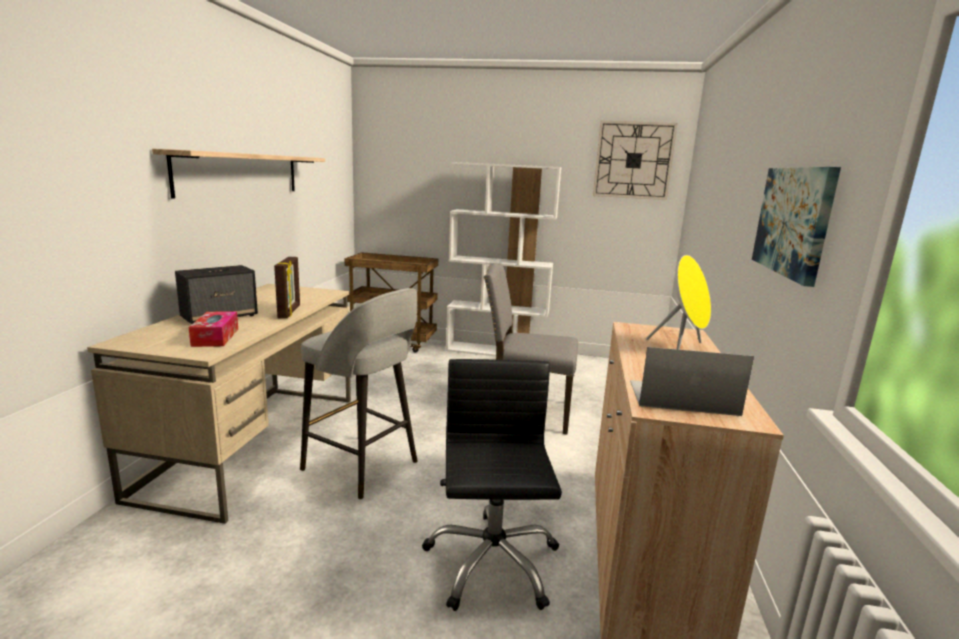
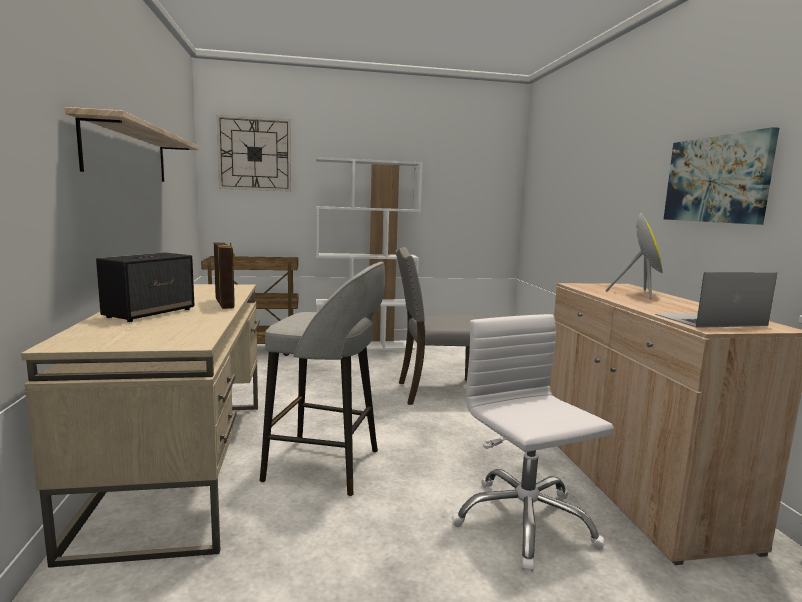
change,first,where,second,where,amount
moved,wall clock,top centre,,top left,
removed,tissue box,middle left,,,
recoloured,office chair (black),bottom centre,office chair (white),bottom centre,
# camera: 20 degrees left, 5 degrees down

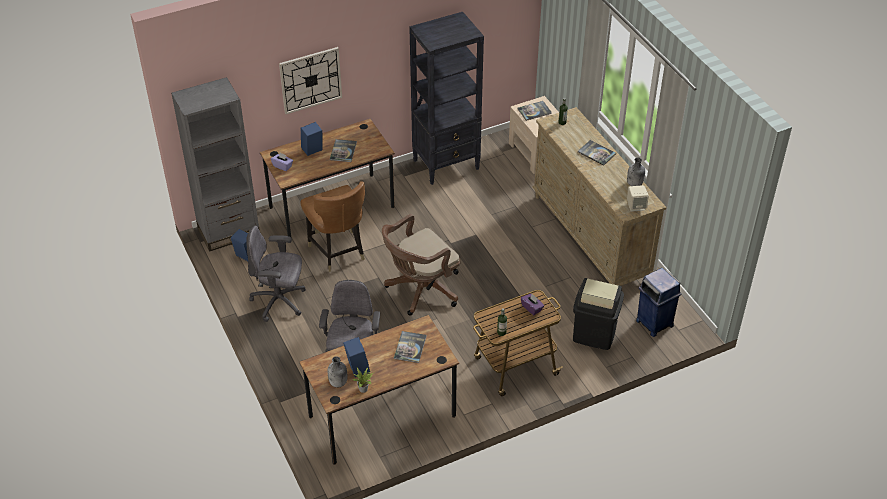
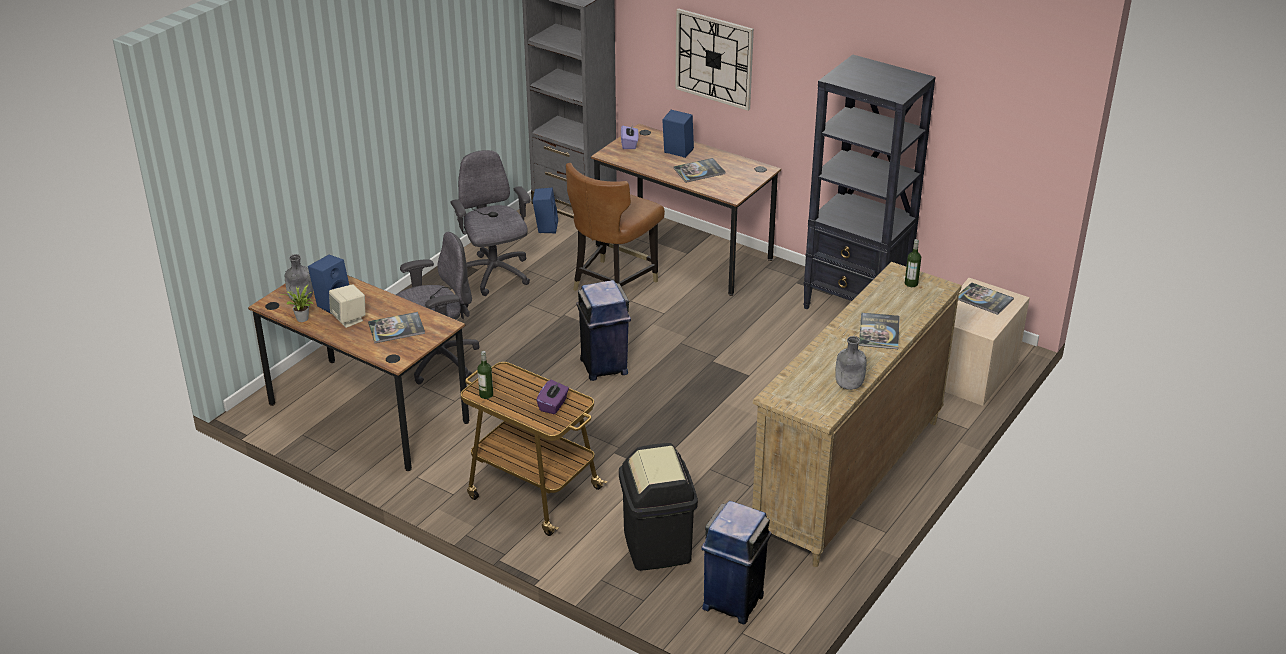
change,first,where,second,where,amount
moved,speaker (beige),middle right,,middle left,
replaced,office chair (brown),centre,trash can (blue) (1st from left),centre,
# camera: 60 degrees right, 10 degrees down

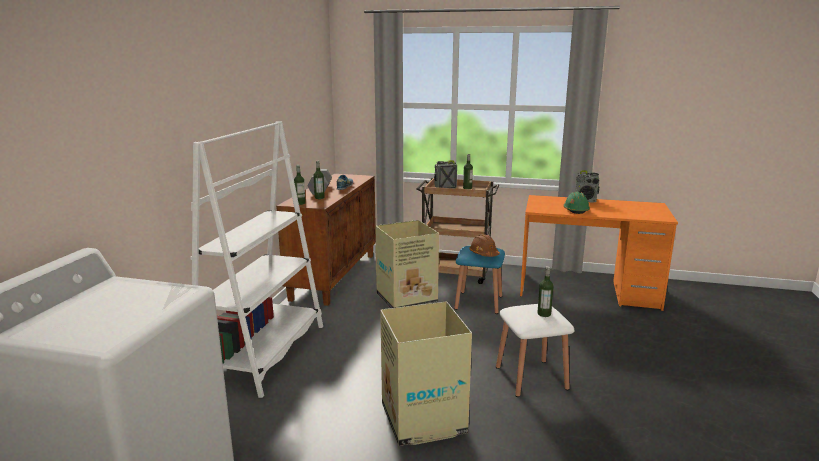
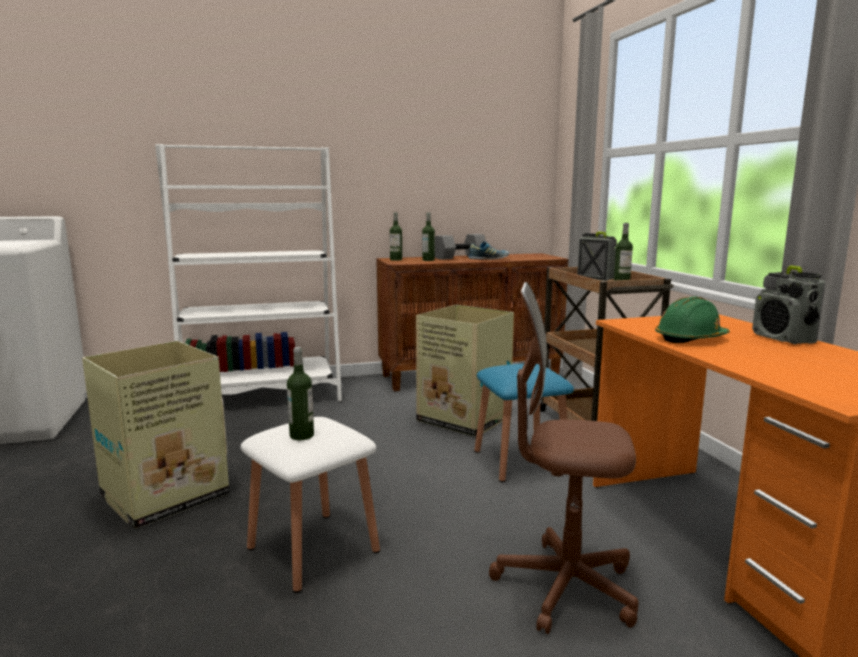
change,first,where,second,where,amount
removed,hard hat (brown),centre,,,
added,,,office chair (brown),bottom centre,
# camera: 60 degrees right, 5 degrees down

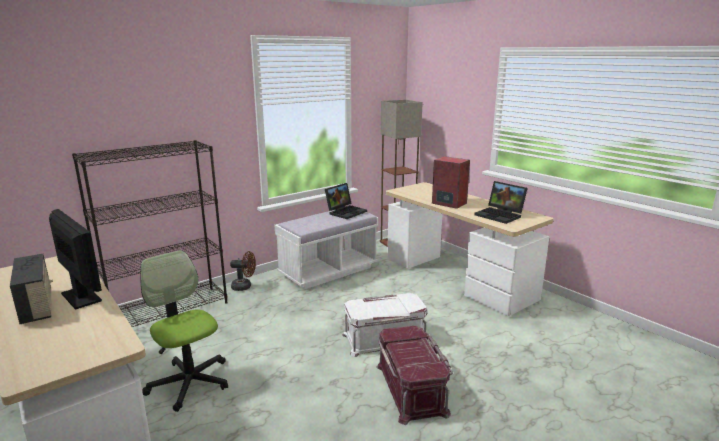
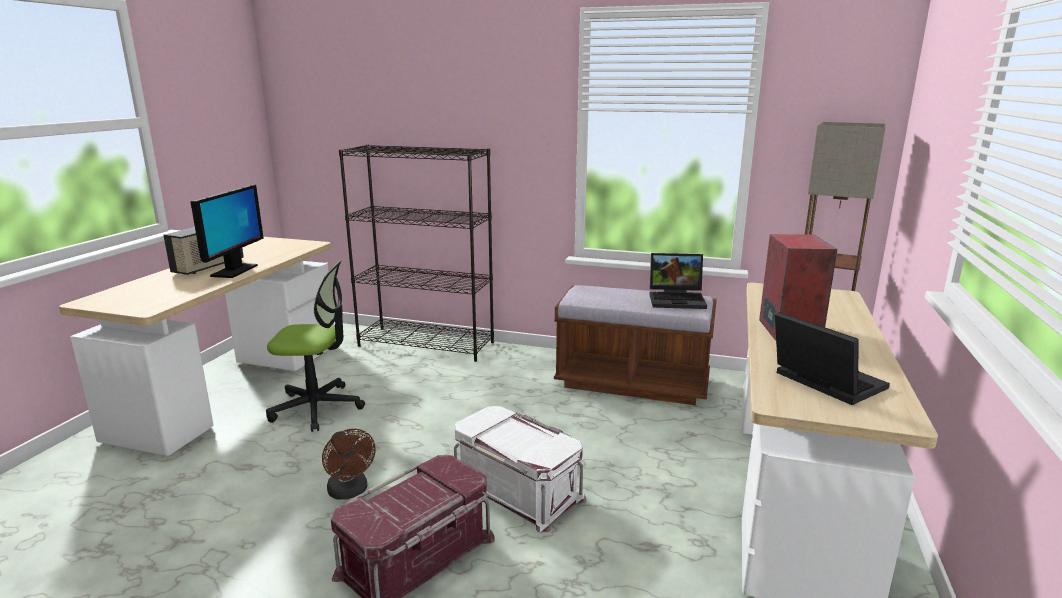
change,first,where,second,where,amount
turned,laptop (2nd from left),middle right,,middle right,135 degrees clockwise
recoloured,bench (white),centre,bench (brown),centre,
turned,office chair,bottom left,,middle left,75 degrees clockwise
moved,fan (brown),centre,,bottom left,
# camera: 55 degrees right, 0 degrees up

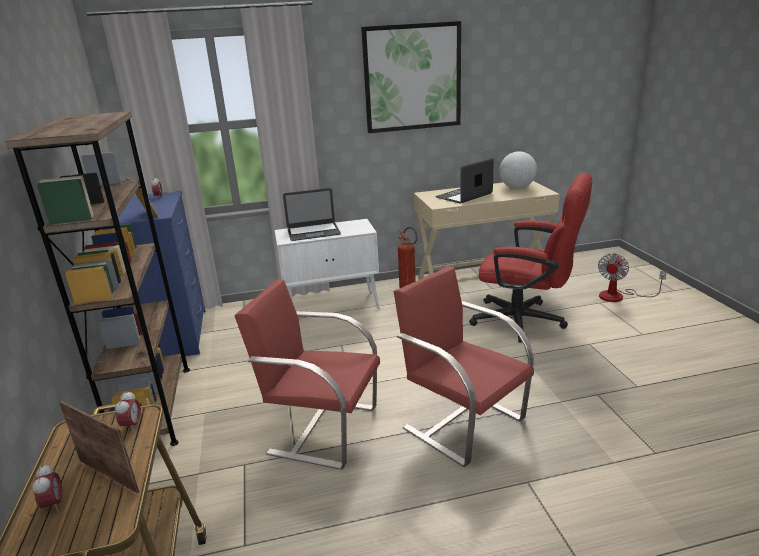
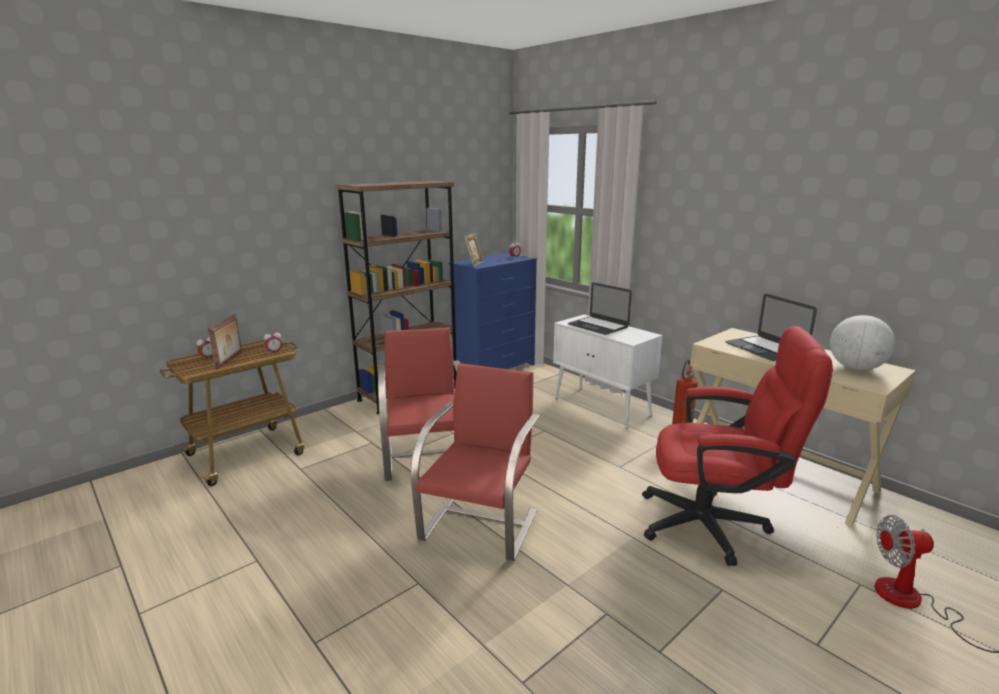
change,first,where,second,where,amount
removed,picture,top centre,,,
turned,laptop (2nd from left),top centre,,middle right,135 degrees counterclockwise
turned,office chair (red),middle right,,middle right,75 degrees counterclockwise
# camera: 60 degrees right, 5 degrees down

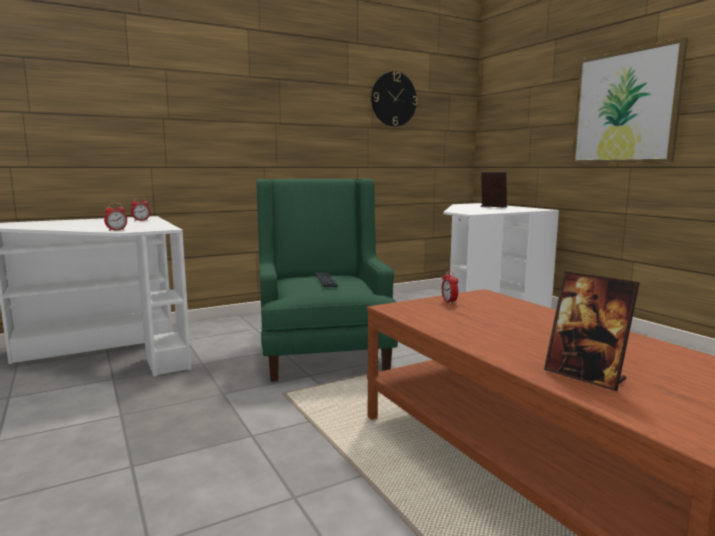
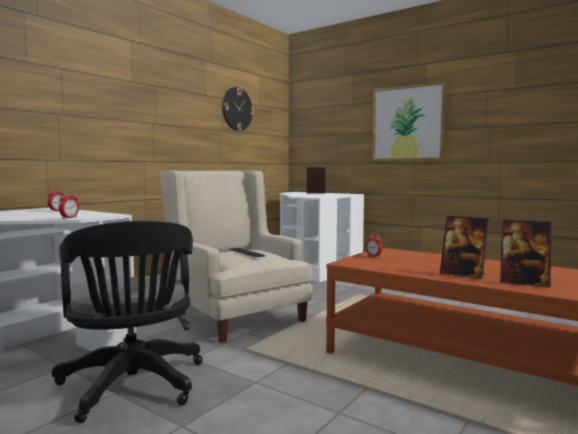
change,first,where,second,where,amount
recoloured,armchair (green),centre,armchair (beige),centre,
added,,,picture frame (2nd from left),middle right,
added,,,office chair (black),bottom left,
# camera: 25 degrees left, 5 degrees down

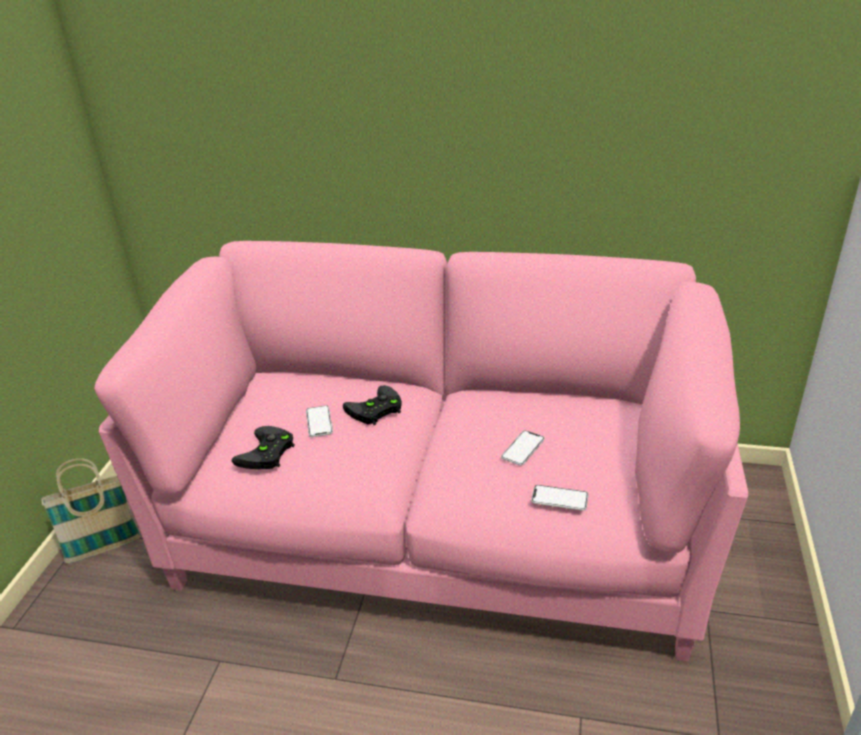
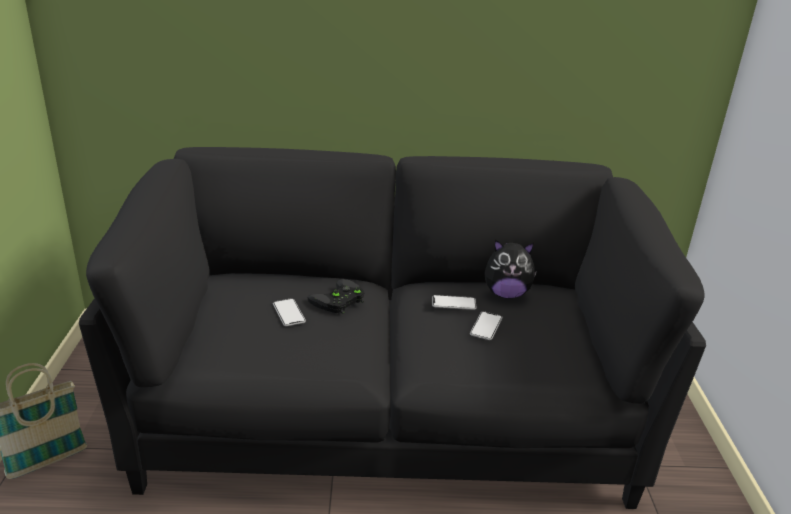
change,first,where,second,where,amount
recoloured,sofa (pink),centre,sofa (black),centre,
removed,game controller (black) (1st from left),middle left,,,
moved,phone (3rd from left in the first image),bottom centre,phone (2nd from left),centre,
added,,,plush toy,centre,
# camera: 15 degrees left, 5 degrees down

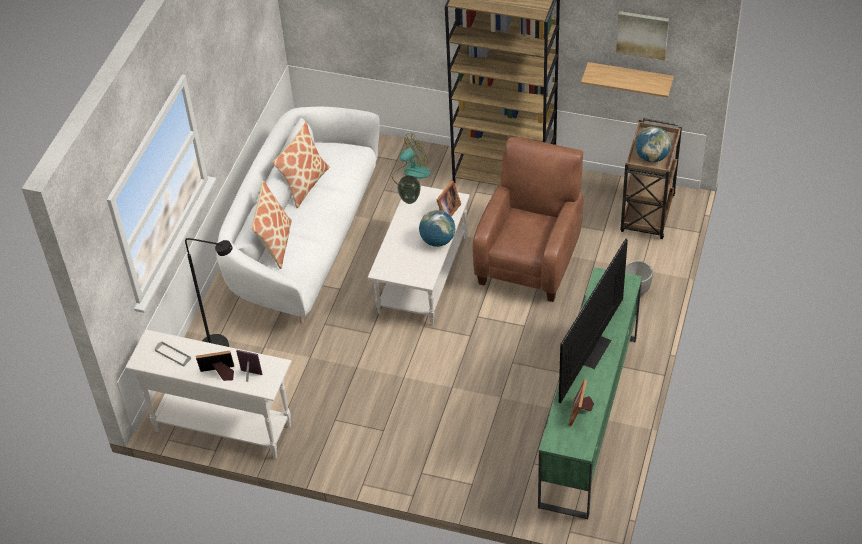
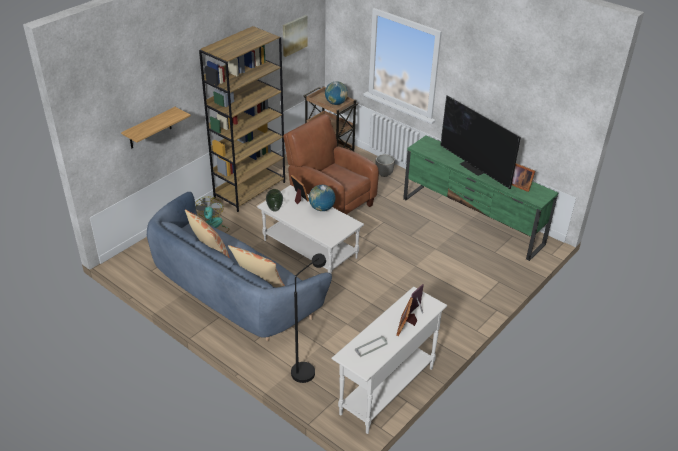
change,first,where,second,where,amount
moved,shelf,top right,,top left,
recoloured,sofa (white),centre,sofa (blue),centre,
# camera: 70 degrees left, 10 degrees down

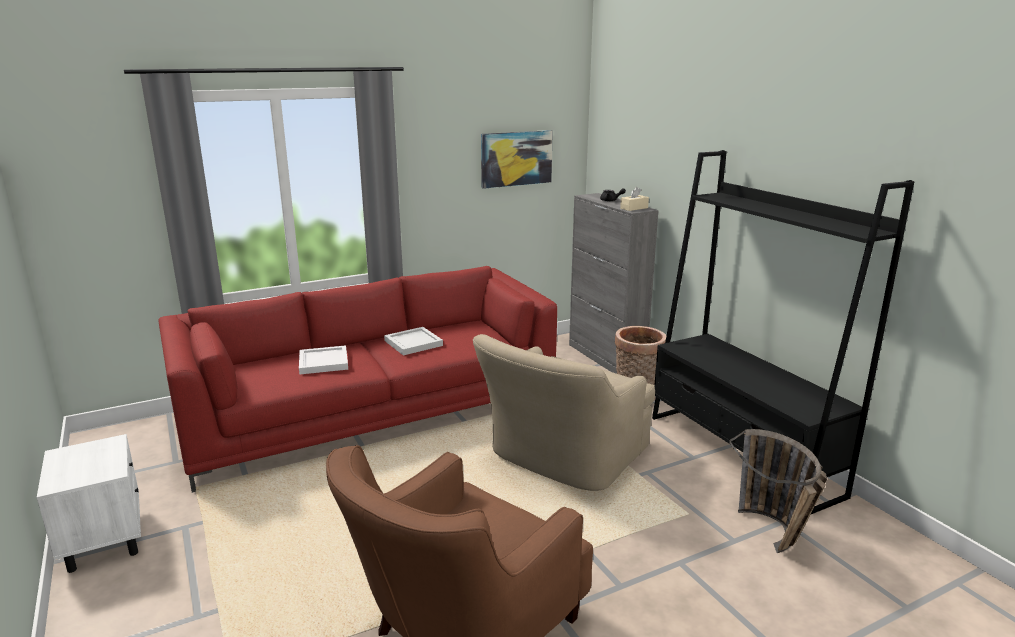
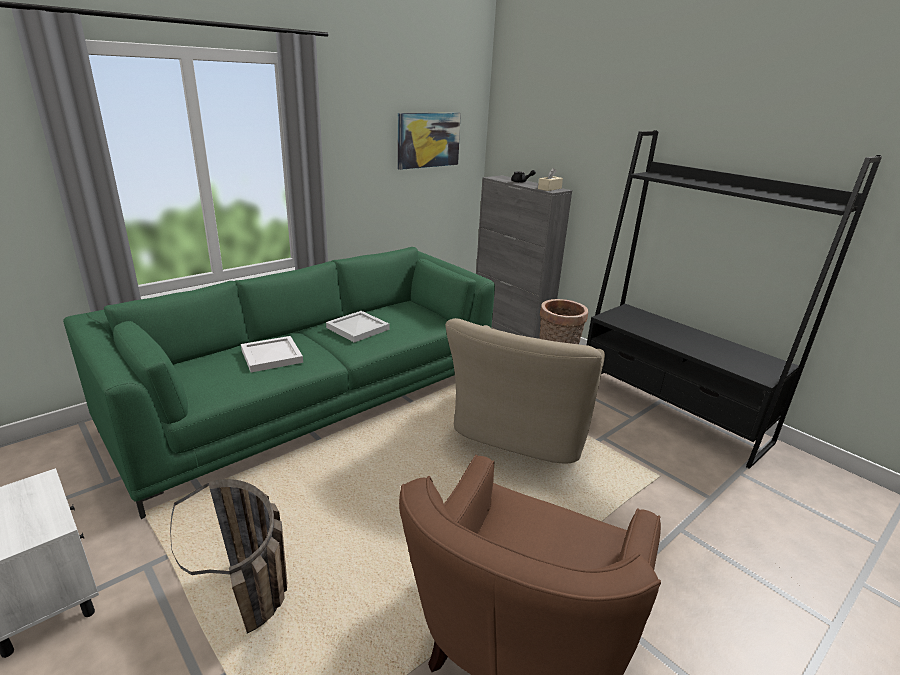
change,first,where,second,where,amount
recoloured,sofa (red),centre,sofa (green),middle left,
moved,basket (2nd from left in the first image),bottom right,basket (1st from left),bottom left,
# camera: 15 degrees left, 5 degrees up

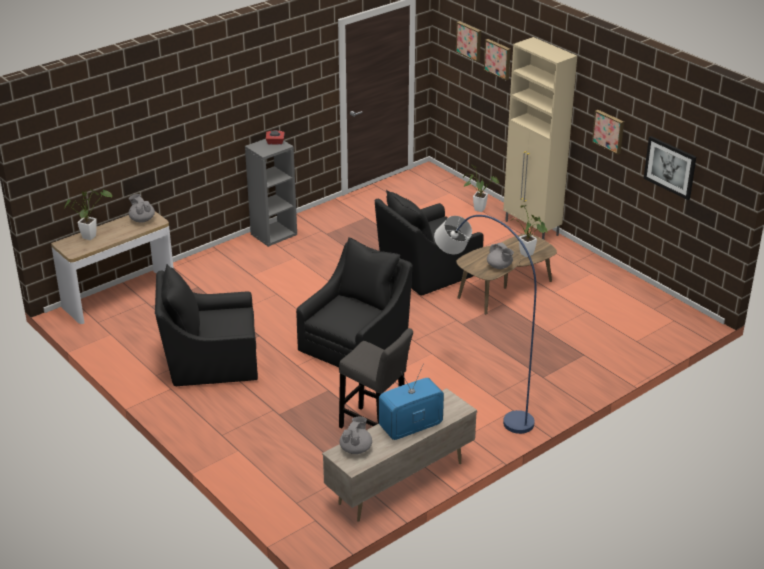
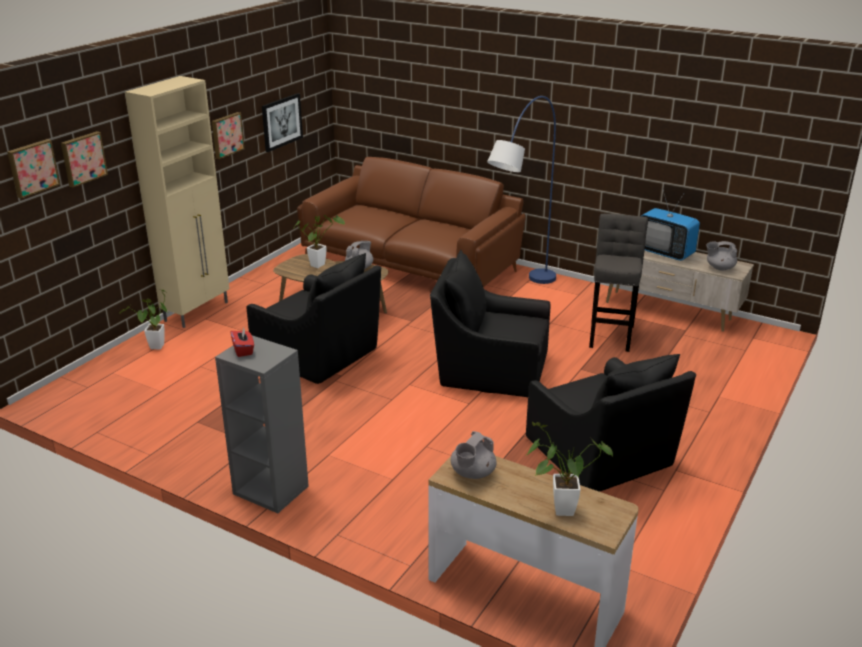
change,first,where,second,where,amount
added,,,sofa (brown),centre,
# camera: 110 degrees left, 5 degrees down

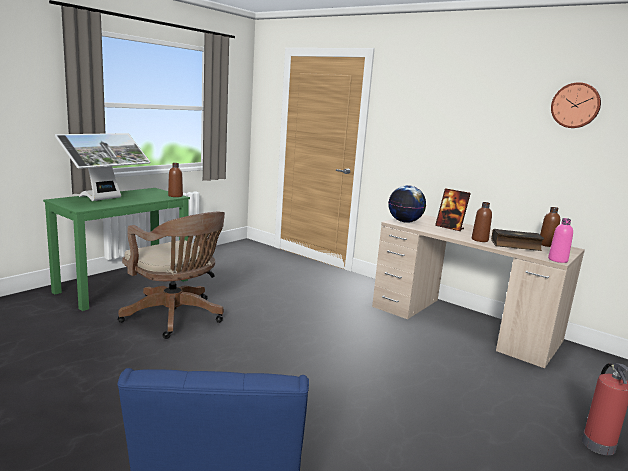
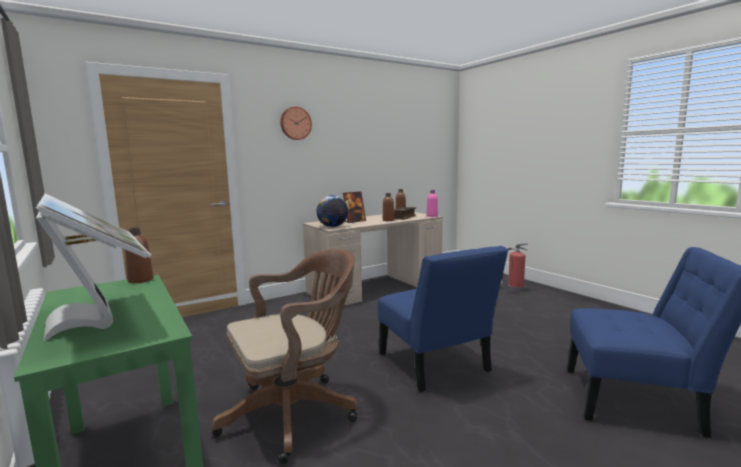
change,first,where,second,where,amount
moved,wall clock,top right,,top centre,
added,,,chair (blue) (1st from left),bottom centre,
# camera: 70 degrees left, 5 degrees down

